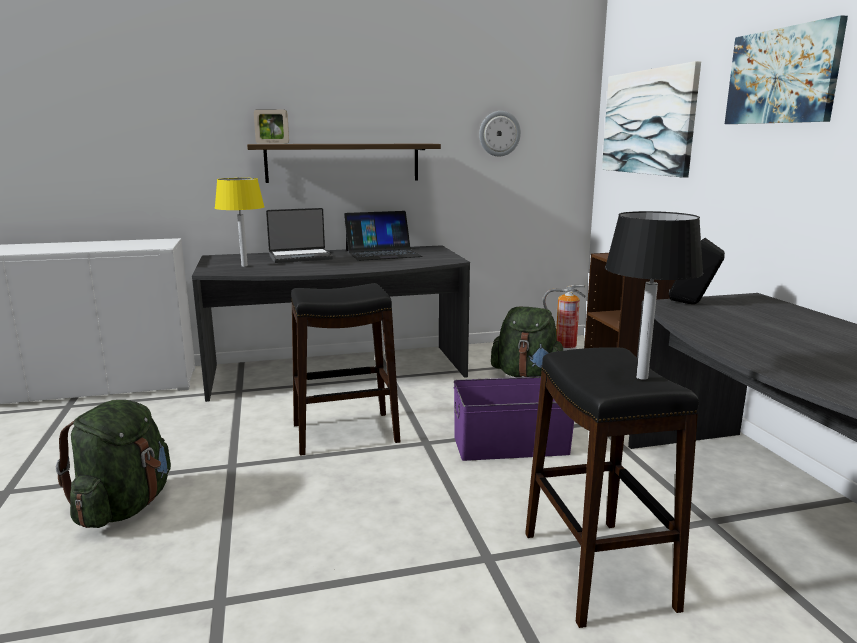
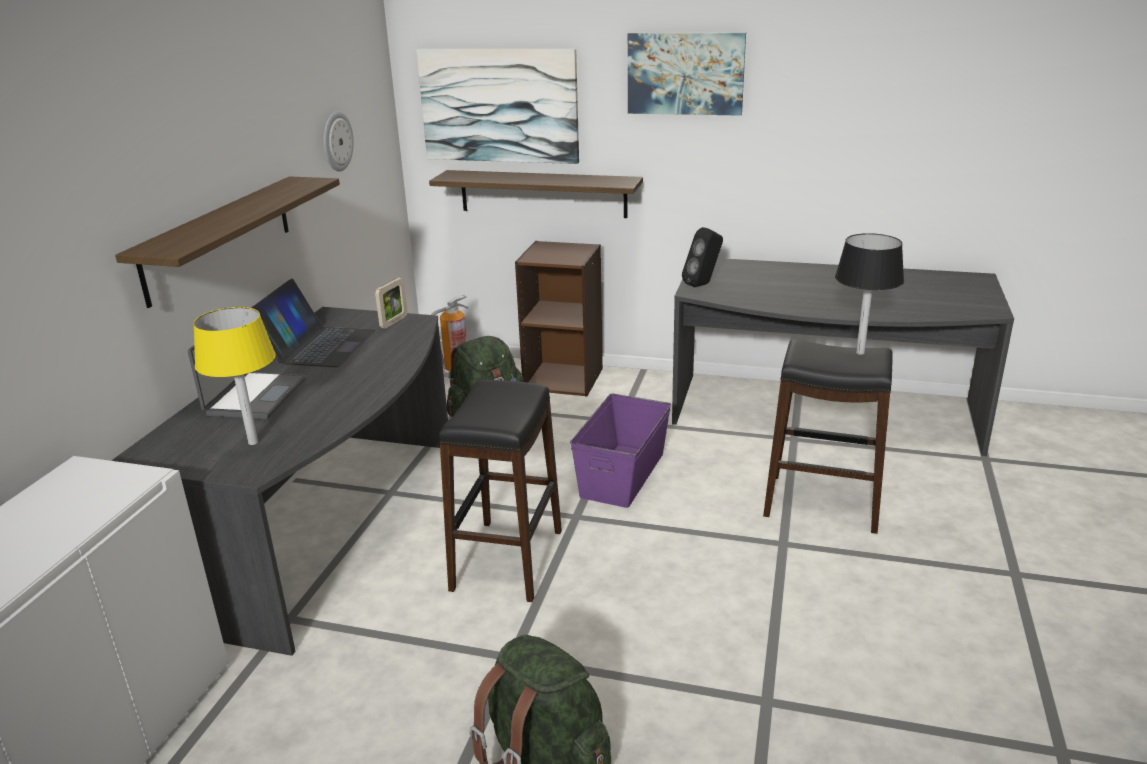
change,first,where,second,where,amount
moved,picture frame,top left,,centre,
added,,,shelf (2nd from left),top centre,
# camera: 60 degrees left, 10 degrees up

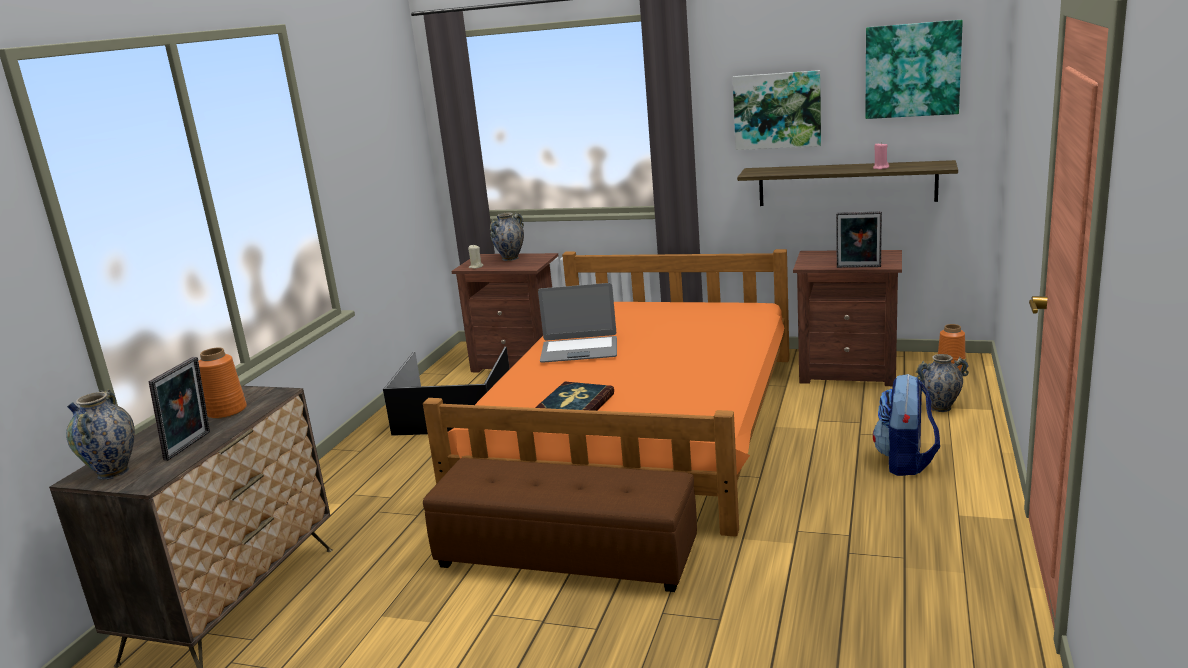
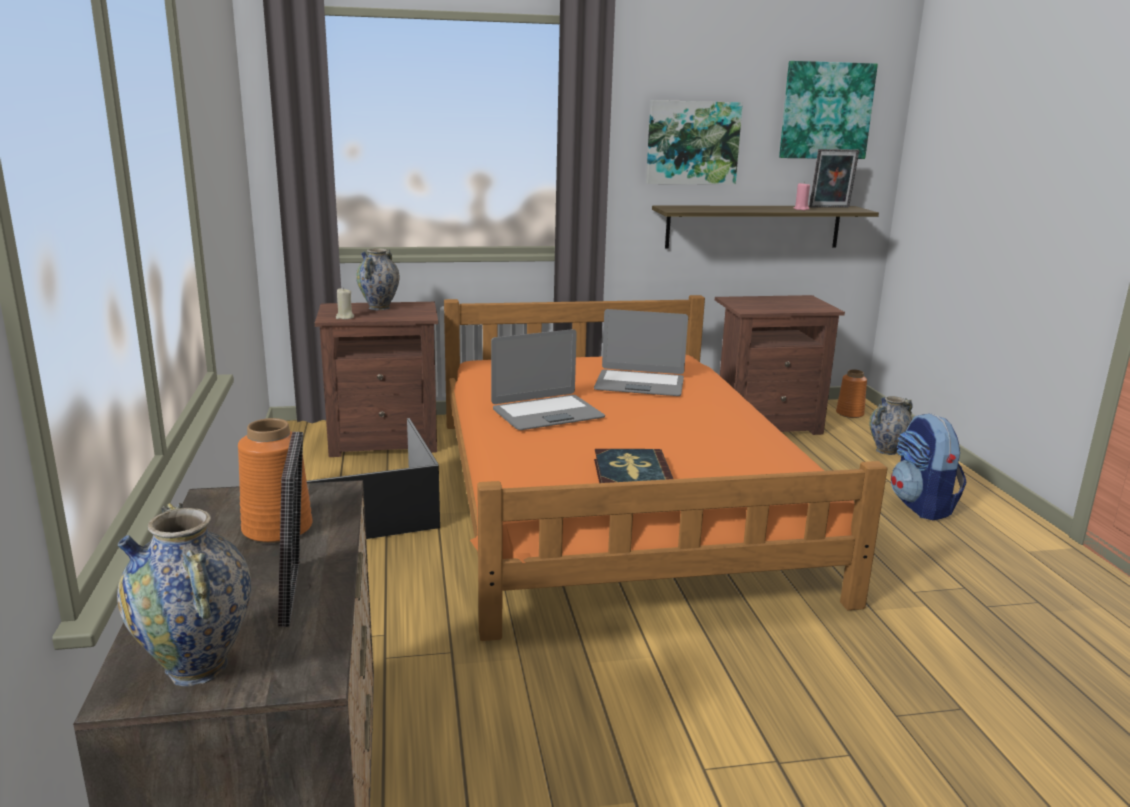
change,first,where,second,where,amount
moved,picture frame (2nd from left),middle right,,top right,
removed,ottoman (brown),bottom centre,,,
added,,,laptop (2nd from left),centre,
# camera: 30 degrees left, 0 degrees up

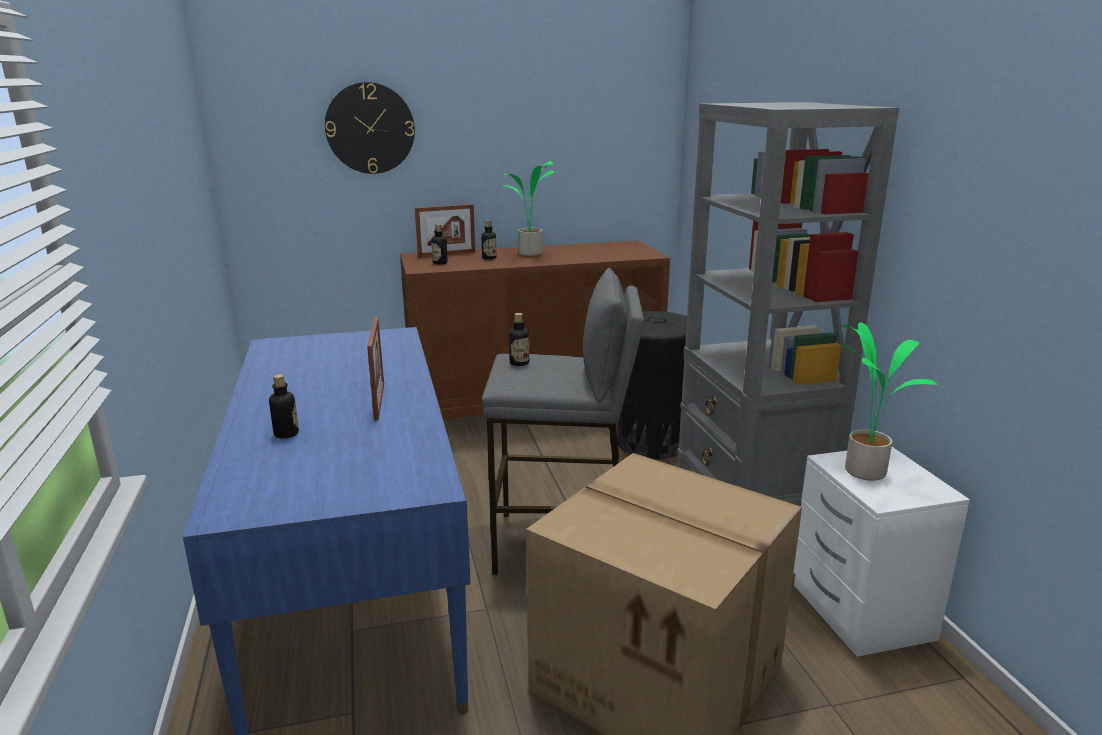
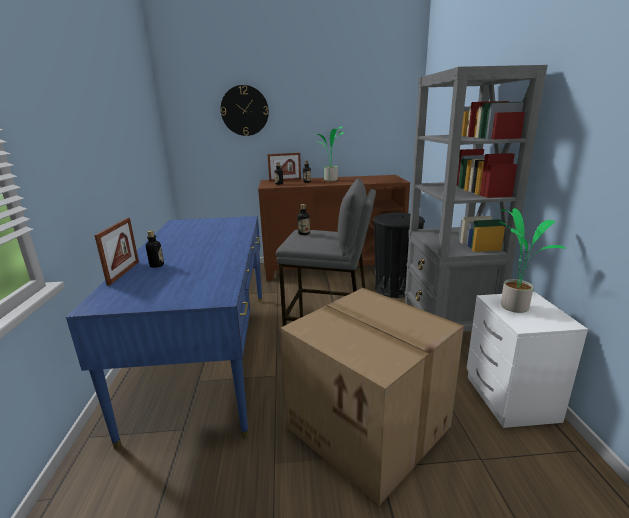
change,first,where,second,where,amount
moved,picture frame (1st from left),centre,,middle left,
# camera: 10 degrees right, 0 degrees up

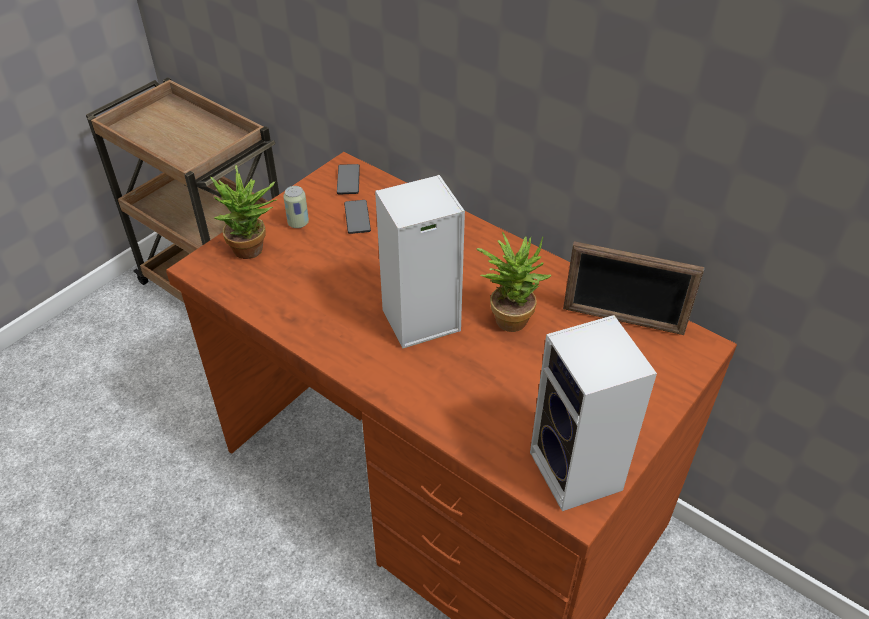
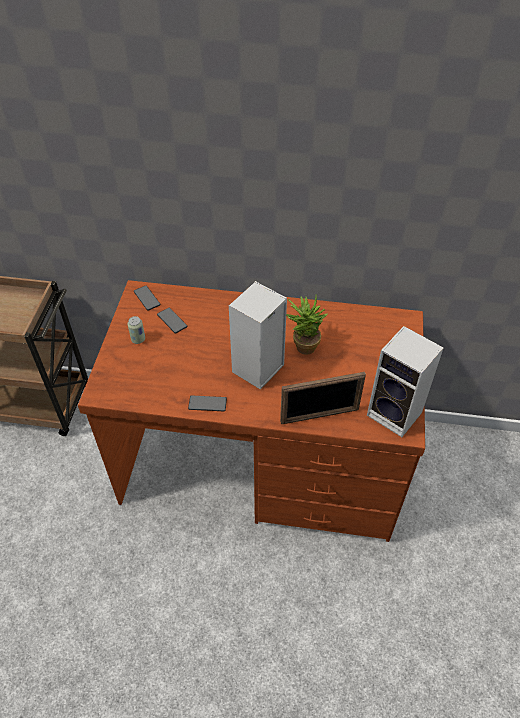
change,first,where,second,where,amount
removed,potted plant (1st from left),middle left,,,
moved,picture frame,middle right,,centre,
added,,,phone (3rd from left),centre,
# camera: 30 degrees left, 5 degrees up

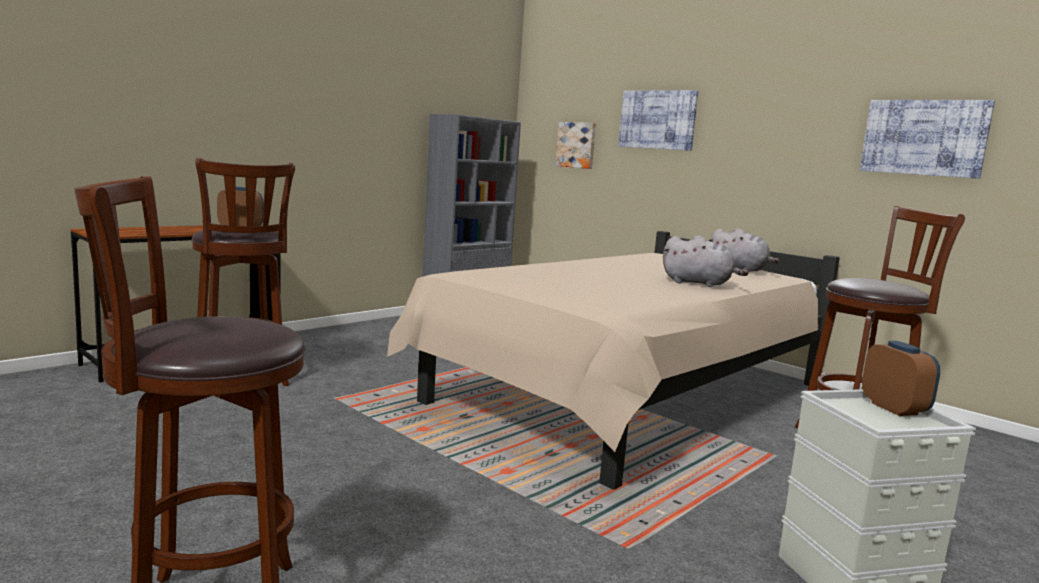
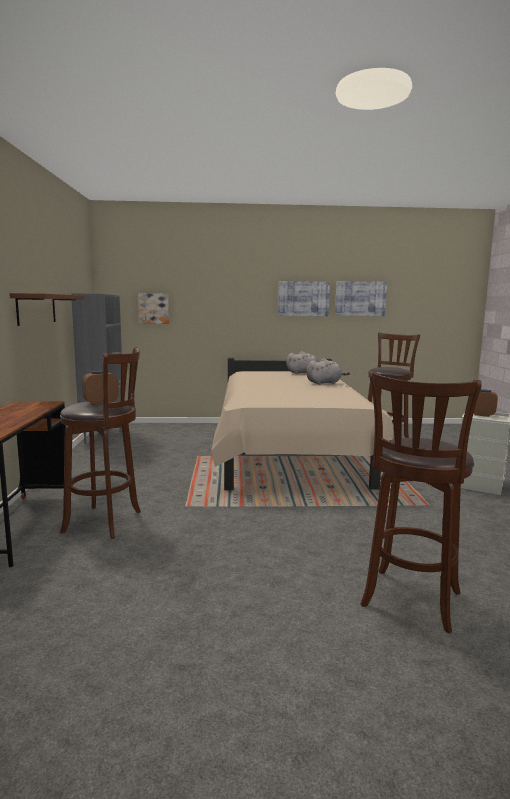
change,first,where,second,where,amount
moved,picture (2nd from left),top centre,,centre,
added,,,shelf (brown),middle left,
# camera: 45 degrees left, 0 degrees up

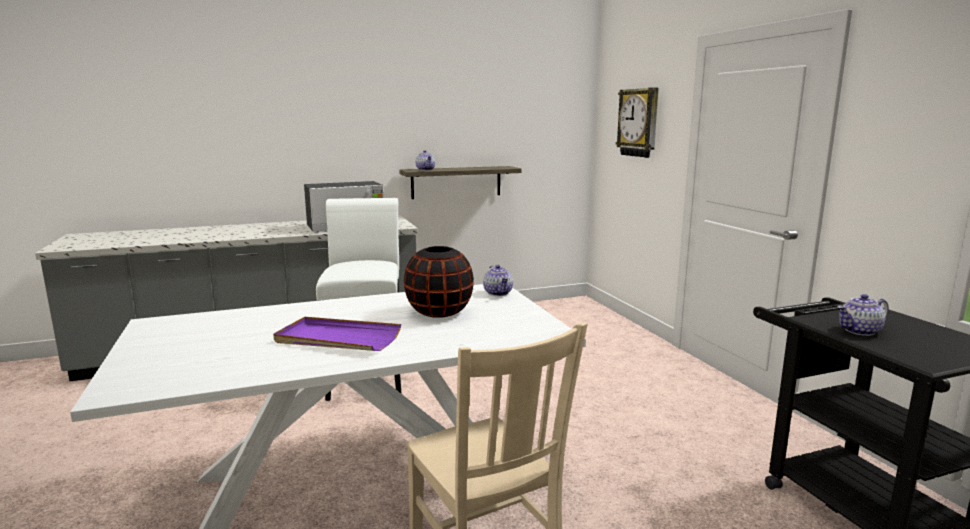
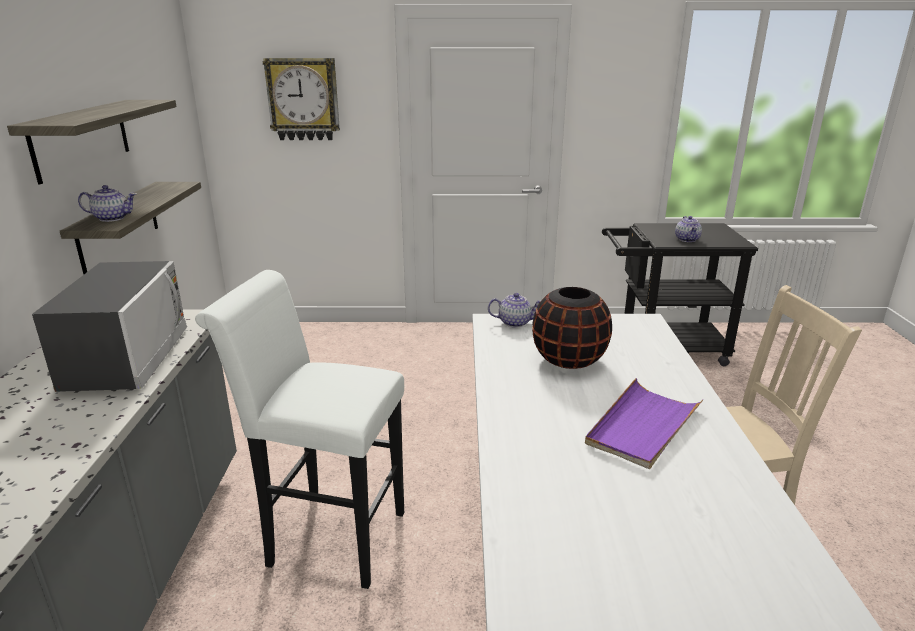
change,first,where,second,where,amount
added,,,shelf (1st from left),top left,
# camera: 70 degrees left, 10 degrees up

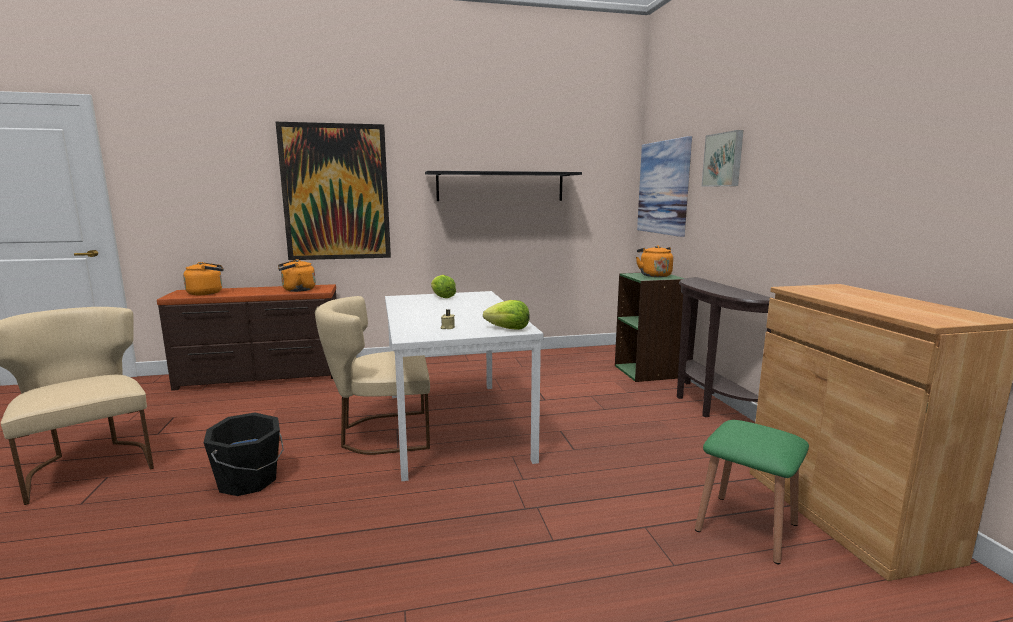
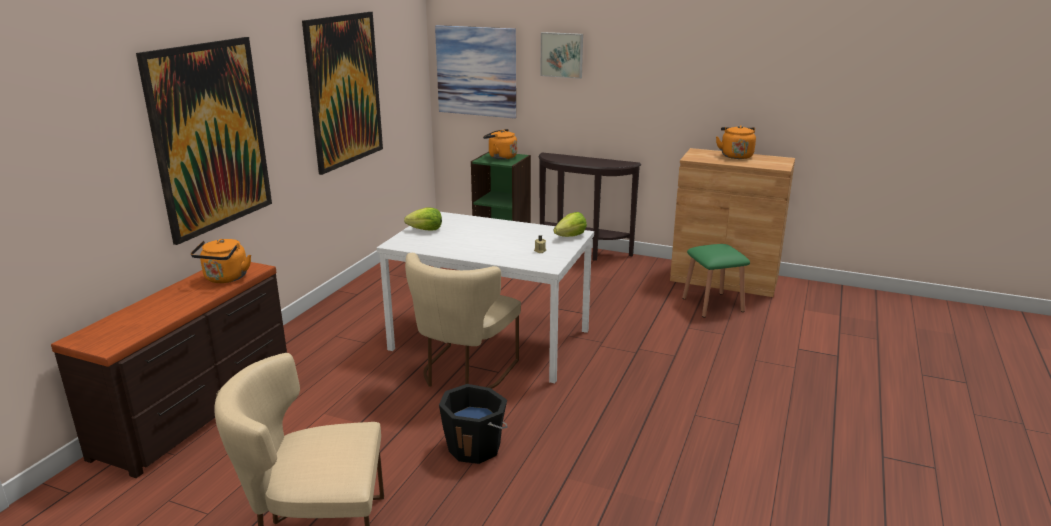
change,first,where,second,where,amount
replaced,shelf (black),top centre,picture (2nd from left),top left,
moved,kettle (orange) (1st from left in the first image),middle left,kettle (orange) (3rd from left),top right,
# camera: 55 degrees left, 10 degrees up

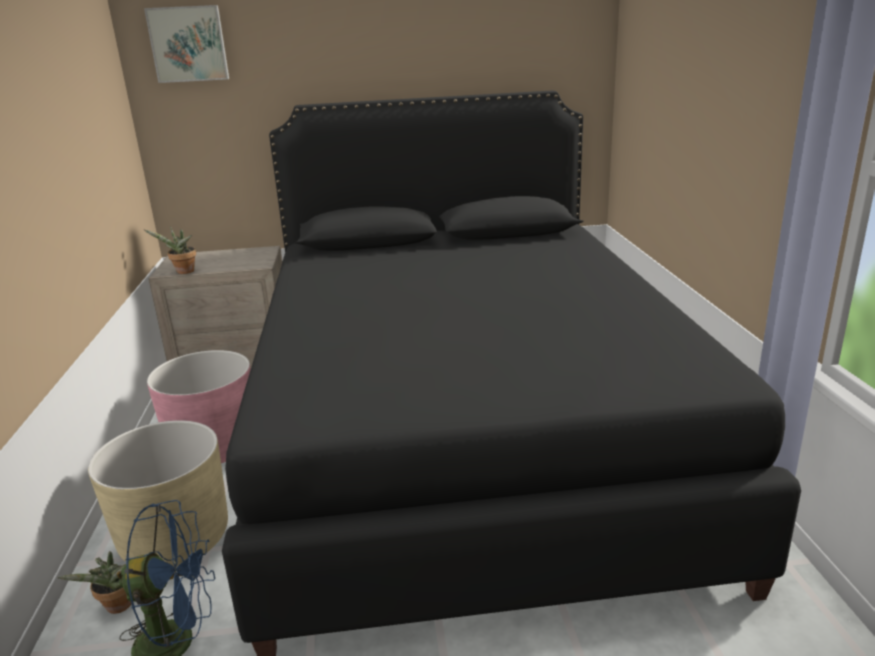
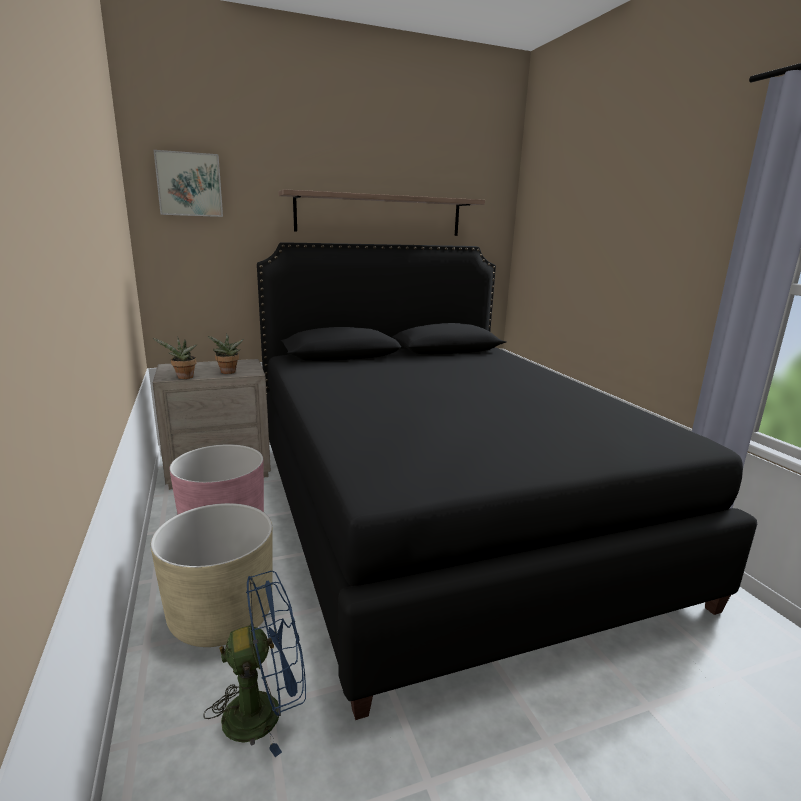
change,first,where,second,where,amount
moved,potted plant (1st from left in the first image),bottom left,potted plant (2nd from left),middle left,
added,,,shelf,top centre,
# camera: 15 degrees left, 5 degrees down

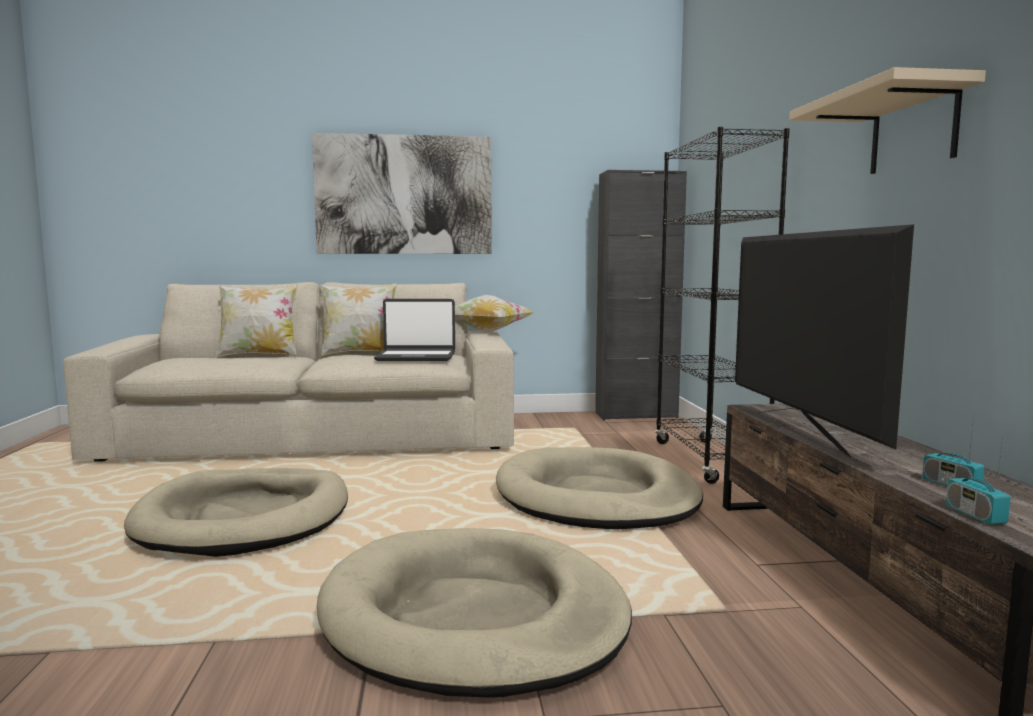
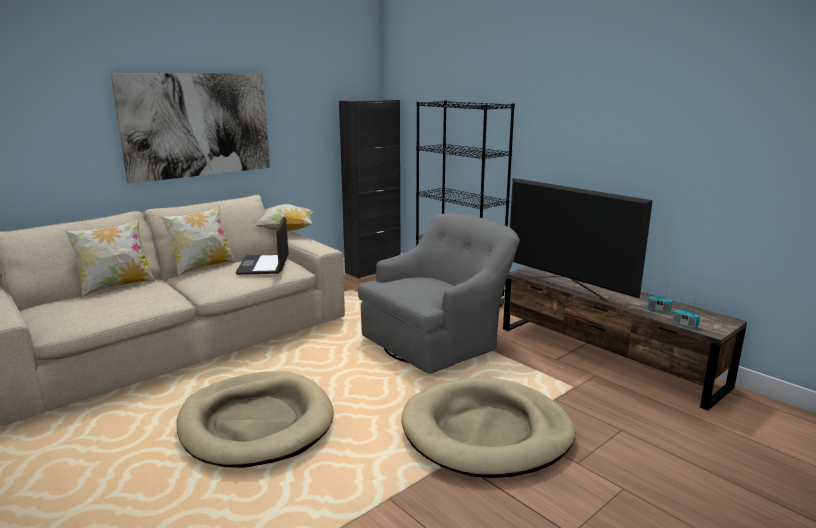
change,first,where,second,where,amount
removed,shelf (beige),top right,,,
turned,laptop,centre,,middle left,120 degrees clockwise
replaced,dog bed (beige) (3rd from left),bottom centre,armchair (grey),centre,
# camera: 35 degrees left, 10 degrees up

